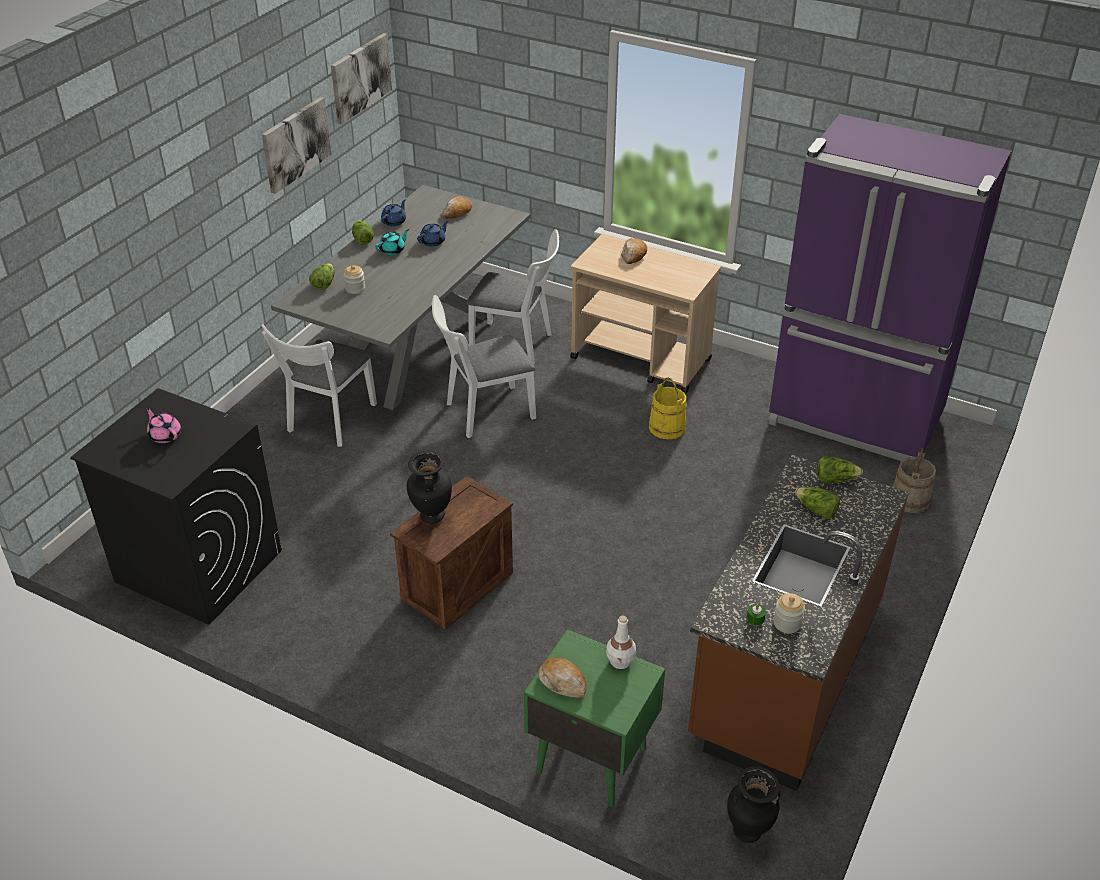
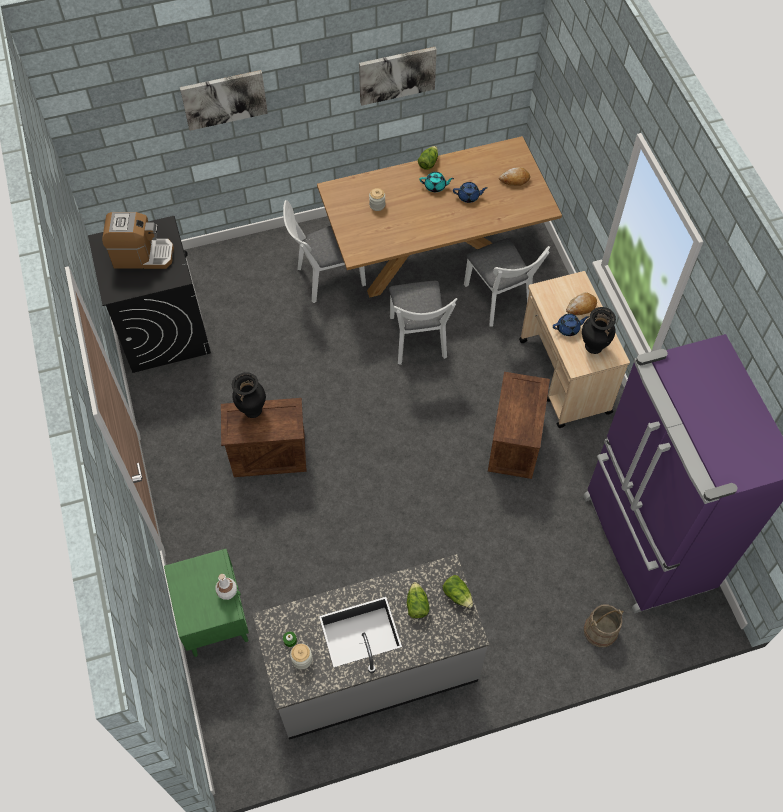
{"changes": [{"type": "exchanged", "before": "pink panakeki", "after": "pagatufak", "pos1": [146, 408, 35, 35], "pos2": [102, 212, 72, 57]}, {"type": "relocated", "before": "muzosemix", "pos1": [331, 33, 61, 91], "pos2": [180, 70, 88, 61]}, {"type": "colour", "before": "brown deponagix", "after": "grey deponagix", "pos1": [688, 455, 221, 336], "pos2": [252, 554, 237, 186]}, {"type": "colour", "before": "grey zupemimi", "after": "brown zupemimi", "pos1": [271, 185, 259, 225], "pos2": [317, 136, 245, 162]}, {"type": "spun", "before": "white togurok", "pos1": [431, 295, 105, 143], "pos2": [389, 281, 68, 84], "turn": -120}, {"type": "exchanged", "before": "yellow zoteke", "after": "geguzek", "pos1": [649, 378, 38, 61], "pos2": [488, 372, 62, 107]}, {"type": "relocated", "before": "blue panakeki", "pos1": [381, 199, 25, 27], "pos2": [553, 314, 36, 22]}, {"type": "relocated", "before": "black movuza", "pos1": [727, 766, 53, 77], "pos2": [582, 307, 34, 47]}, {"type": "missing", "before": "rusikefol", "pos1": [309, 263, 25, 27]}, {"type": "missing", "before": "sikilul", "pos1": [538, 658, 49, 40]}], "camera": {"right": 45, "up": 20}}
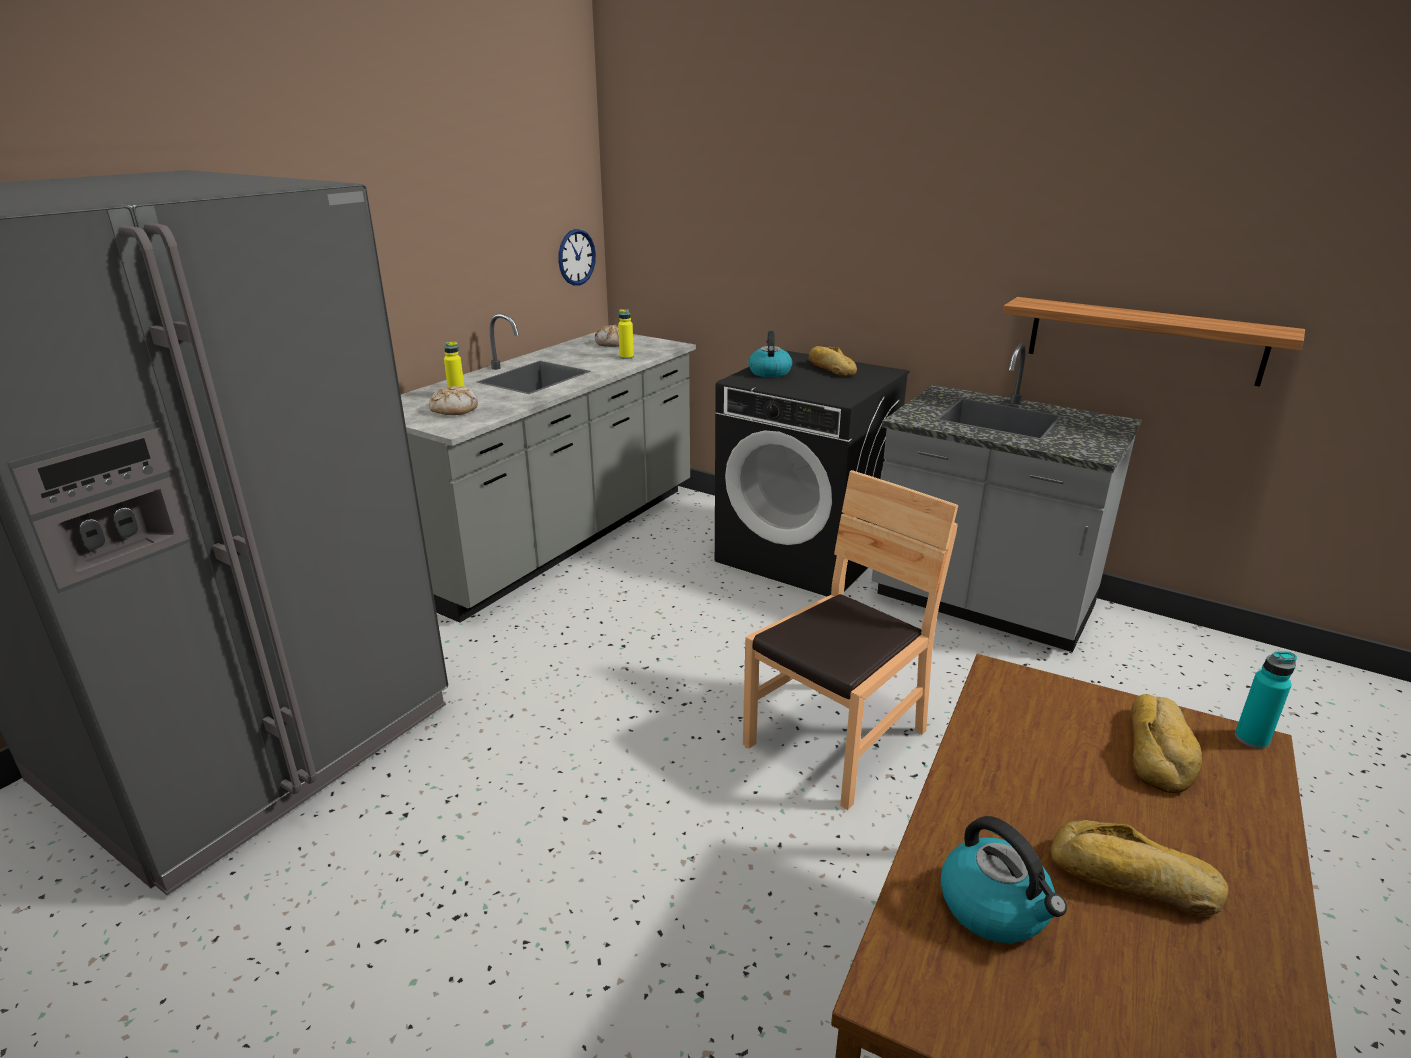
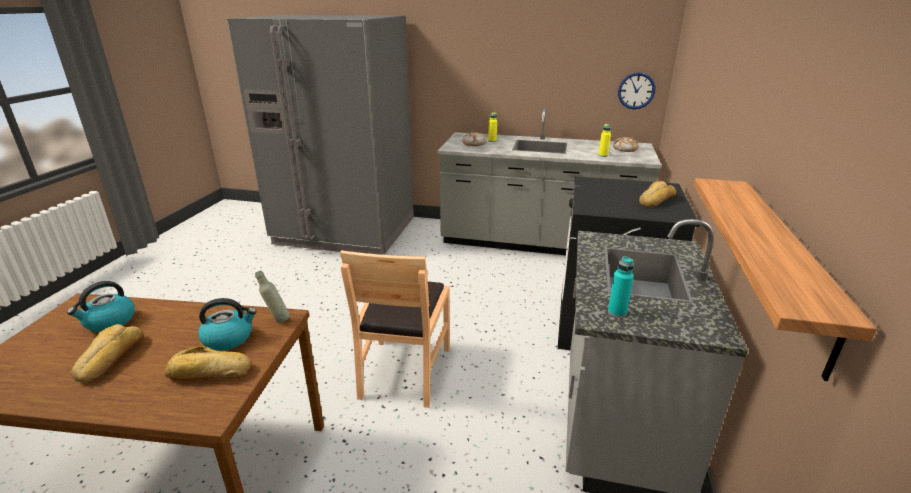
{"changes": [{"type": "relocated", "before": "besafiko", "pos1": [748, 331, 44, 47], "pos2": [198, 298, 59, 53]}, {"type": "appeared", "after": "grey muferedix", "pos2": [255, 271, 35, 52]}, {"type": "spun", "before": "brown togurok", "pos1": [743, 470, 215, 340], "pos2": [340, 250, 110, 158], "turn": 75}, {"type": "relocated", "before": "turquoise muferedix", "pos1": [1235, 651, 62, 98], "pos2": [608, 256, 26, 61]}], "camera": {"right": 70, "up": 0}}
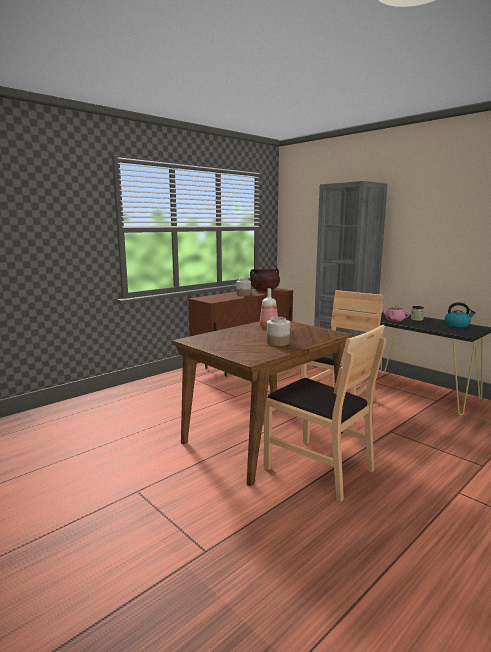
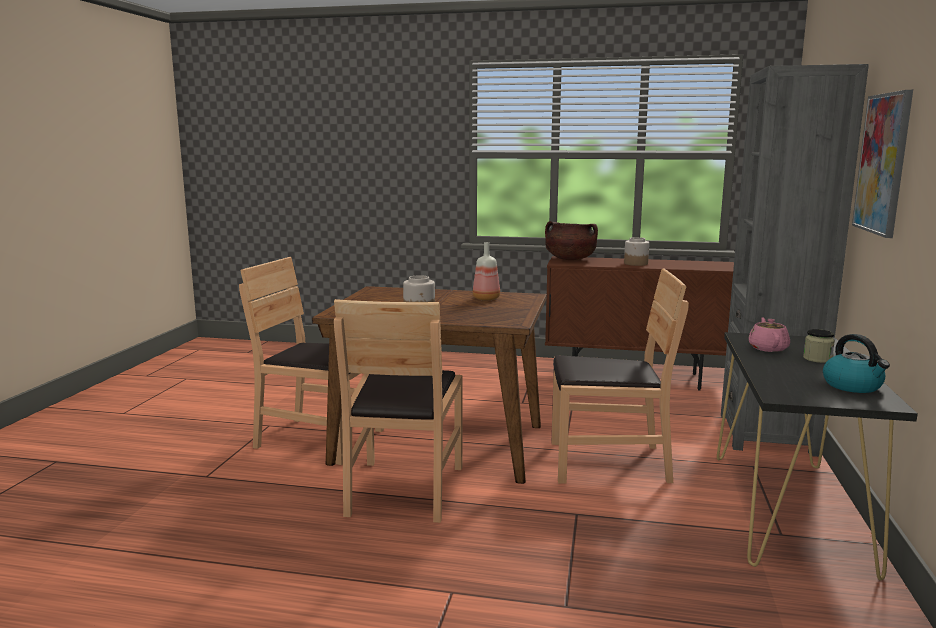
{"changes": [{"type": "appeared", "after": "brown togurok", "pos2": [239, 257, 145, 208]}, {"type": "relocated", "before": "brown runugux", "pos1": [250, 268, 30, 23], "pos2": [545, 221, 53, 39]}, {"type": "appeared", "after": "muzosemix", "pos2": [852, 90, 61, 148]}], "camera": {"right": 55, "up": 0}}
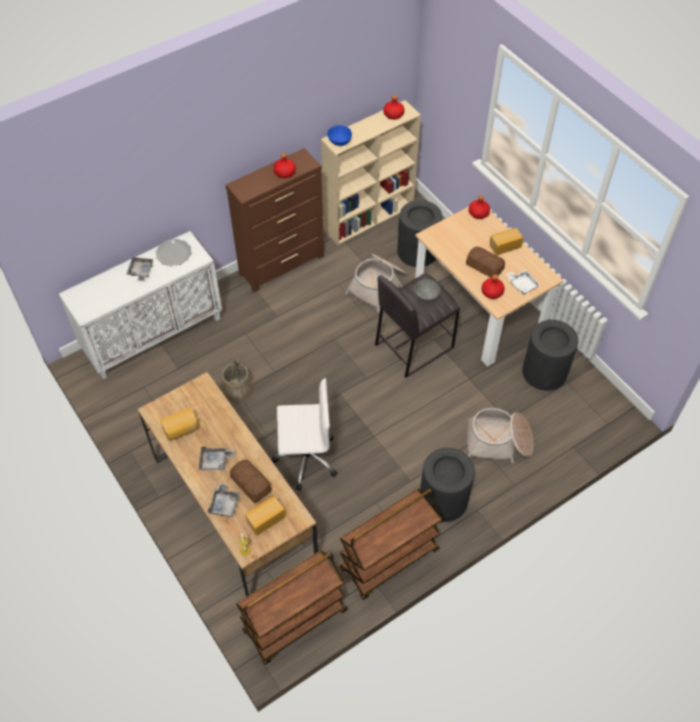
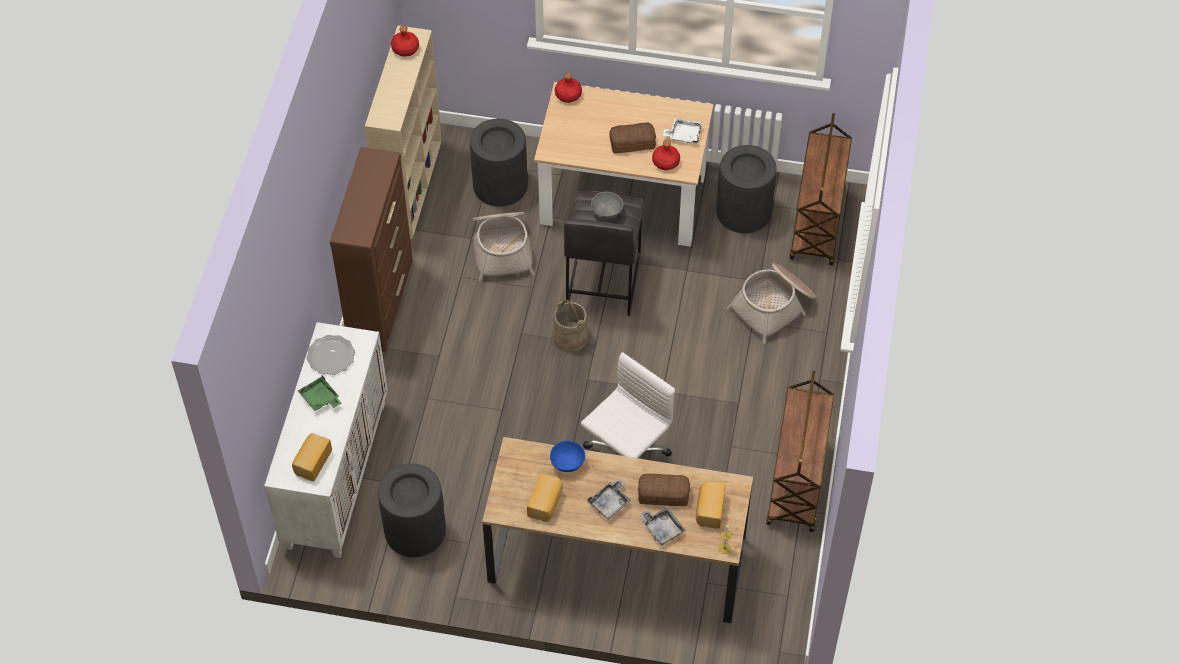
{"changes": [{"type": "relocated", "before": "sikilul", "pos1": [490, 228, 33, 27], "pos2": [292, 433, 40, 48]}, {"type": "colour", "before": "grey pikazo", "after": "green pikazo", "pos1": [127, 257, 26, 24], "pos2": [298, 375, 43, 36]}, {"type": "relocated", "before": "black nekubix", "pos1": [420, 448, 55, 74], "pos2": [378, 463, 68, 94]}, {"type": "relocated", "before": "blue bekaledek", "pos1": [327, 125, 25, 21], "pos2": [550, 440, 35, 32]}, {"type": "relocated", "before": "beige zoteke", "pos1": [222, 360, 30, 43], "pos2": [552, 300, 37, 52]}, {"type": "relocated", "before": "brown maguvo", "pos1": [236, 550, 112, 115], "pos2": [790, 113, 62, 152]}, {"type": "missing", "before": "red muferedix", "pos1": [273, 153, 23, 25]}], "camera": {"right": -45, "up": 0}}
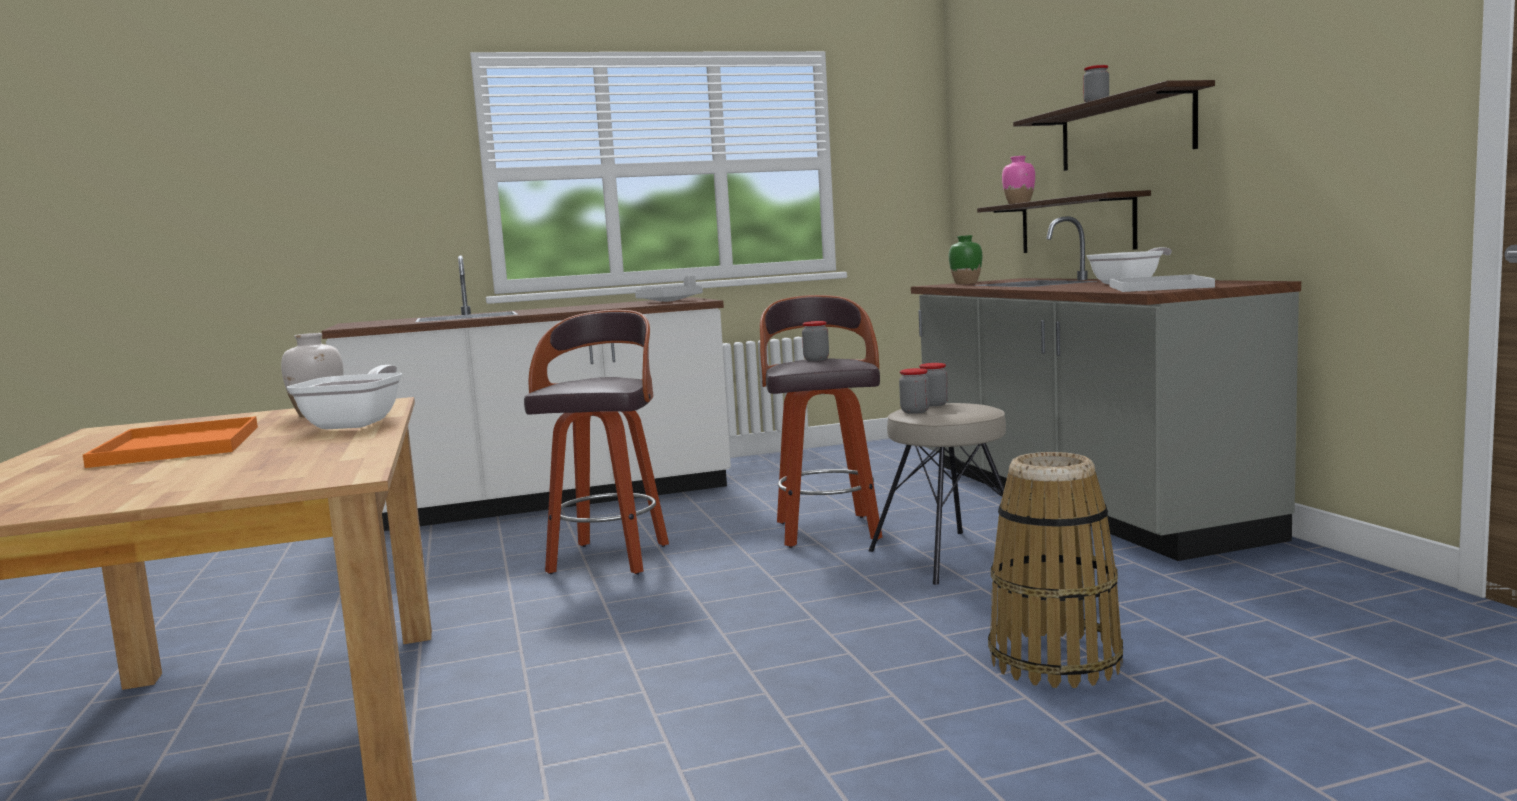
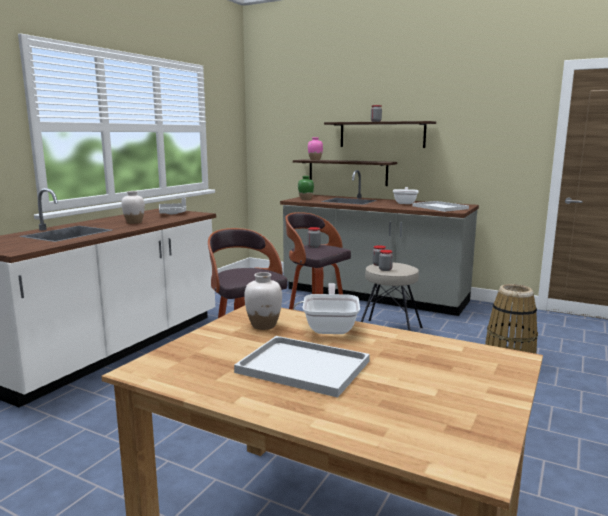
{"changes": [{"type": "appeared", "after": "white movuza", "pos2": [121, 191, 24, 33]}, {"type": "colour", "before": "orange pikazo", "after": "white pikazo", "pos1": [83, 416, 175, 52], "pos2": [234, 336, 136, 62]}, {"type": "spun", "before": "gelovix", "pos1": [287, 365, 115, 64], "pos2": [302, 283, 58, 51], "turn": 45}], "camera": {"right": -45, "up": 5}}
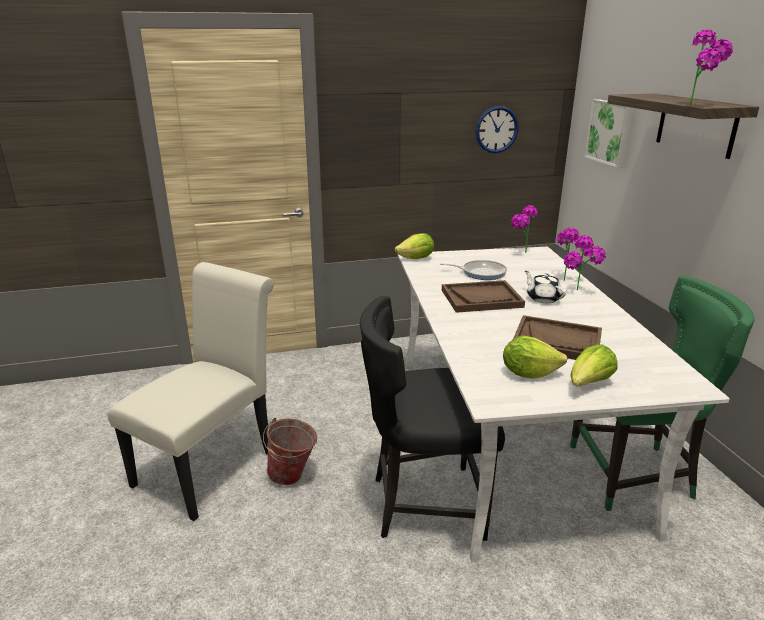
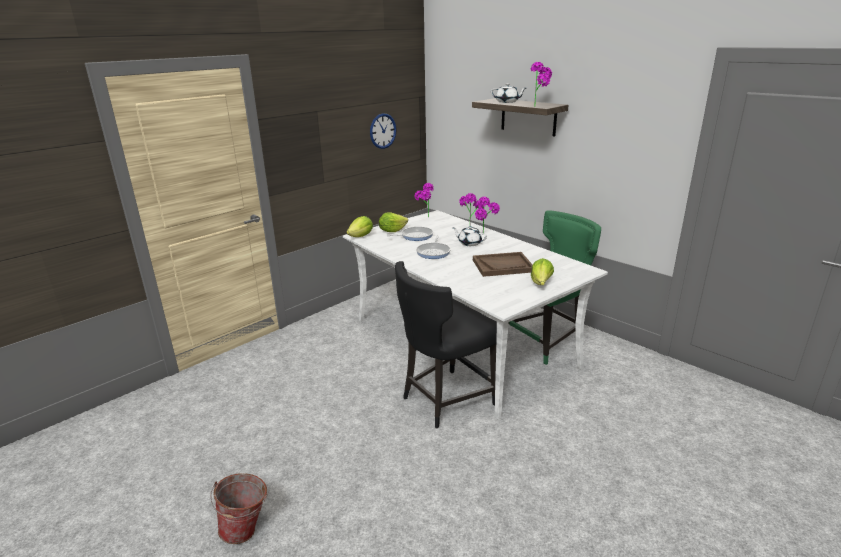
{"changes": [{"type": "relocated", "before": "zoteke", "pos1": [263, 418, 54, 67], "pos2": [210, 473, 58, 71]}, {"type": "relocated", "before": "rusikefol", "pos1": [503, 336, 64, 43], "pos2": [379, 212, 29, 20]}, {"type": "exchanged", "before": "brown pikazo", "after": "gelovix", "pos1": [442, 280, 83, 33], "pos2": [416, 235, 35, 24]}, {"type": "appeared", "after": "white panakeki", "pos2": [491, 83, 35, 20]}, {"type": "missing", "before": "white togurok", "pos1": [107, 262, 167, 259]}, {"type": "missing", "before": "muzosemix", "pos1": [584, 99, 50, 69]}], "camera": {"right": -30, "up": 0}}
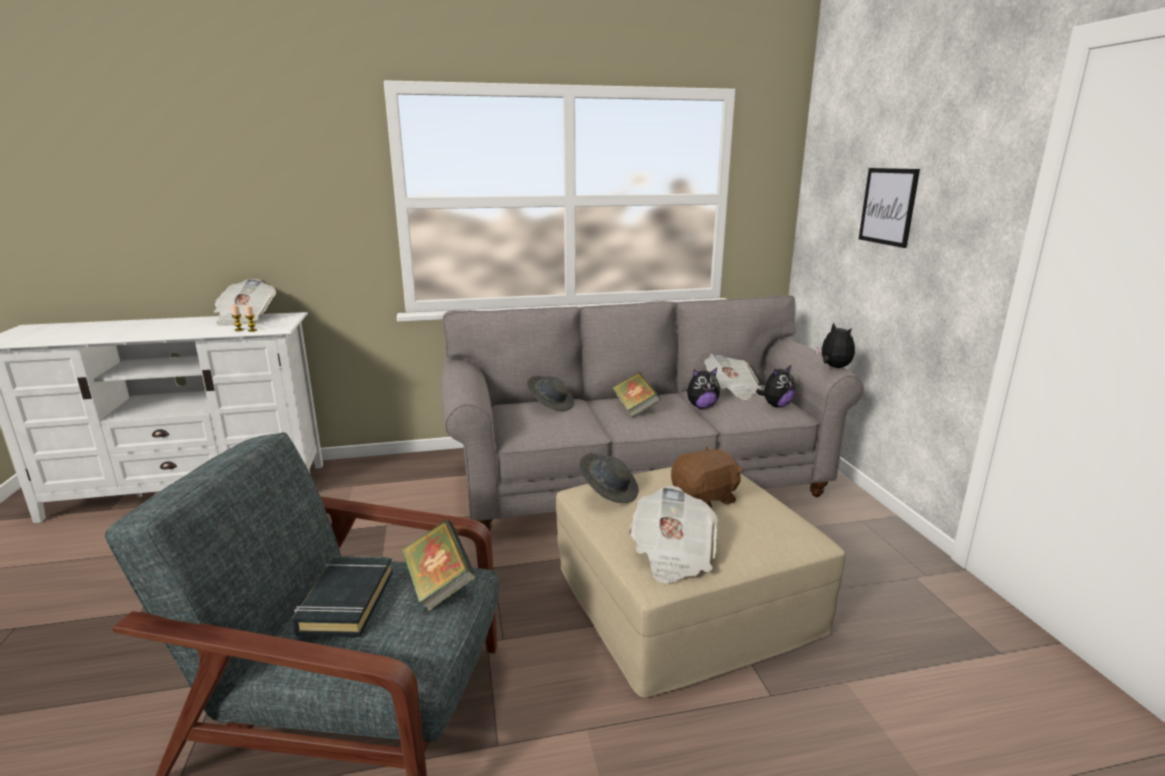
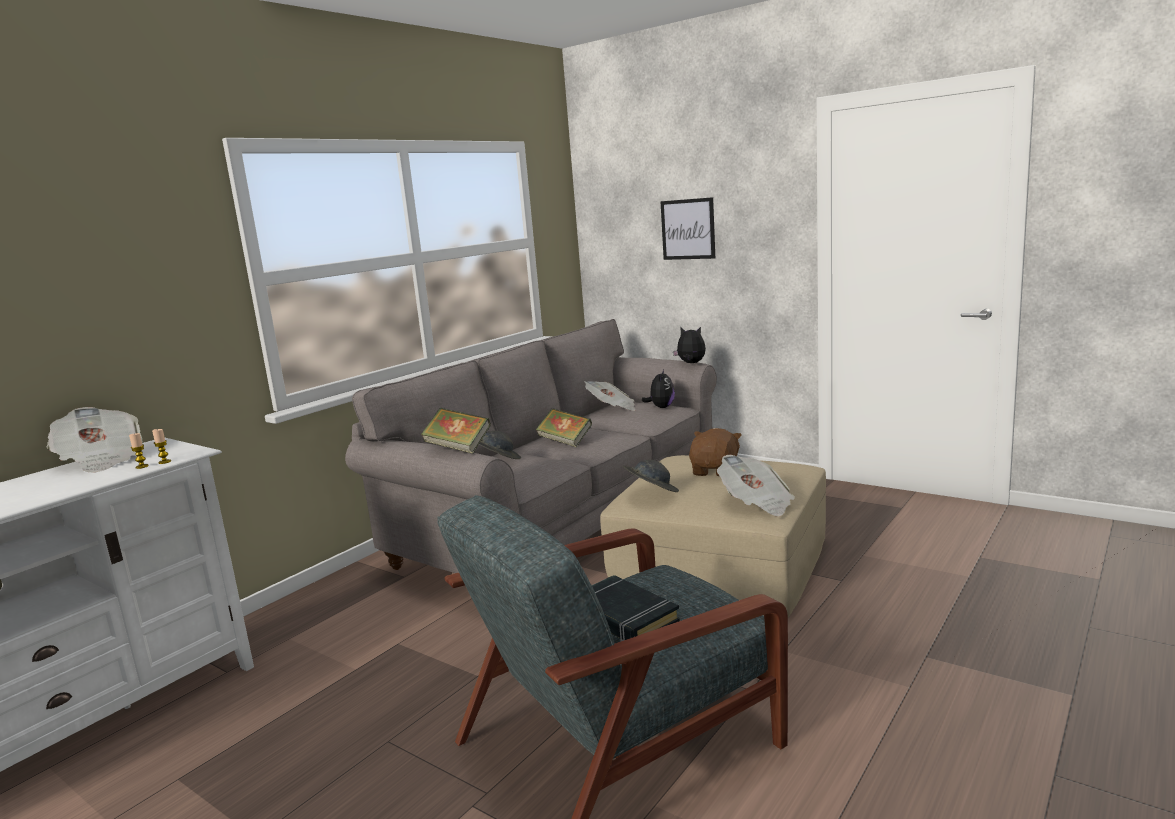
{"changes": [{"type": "relocated", "before": "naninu", "pos1": [402, 520, 74, 91], "pos2": [421, 408, 70, 46]}, {"type": "missing", "before": "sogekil", "pos1": [686, 368, 34, 41]}], "camera": {"right": -40, "up": -5}}
